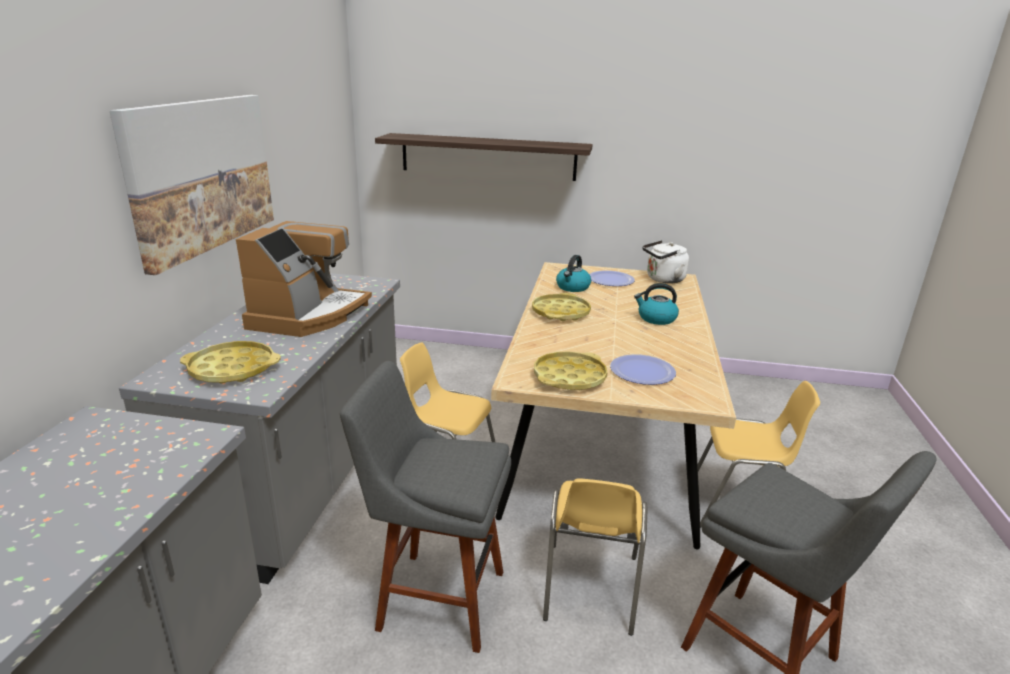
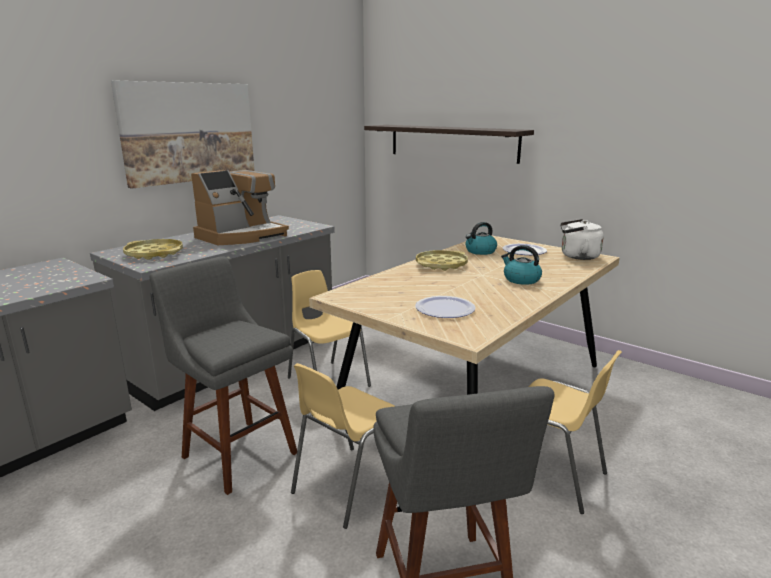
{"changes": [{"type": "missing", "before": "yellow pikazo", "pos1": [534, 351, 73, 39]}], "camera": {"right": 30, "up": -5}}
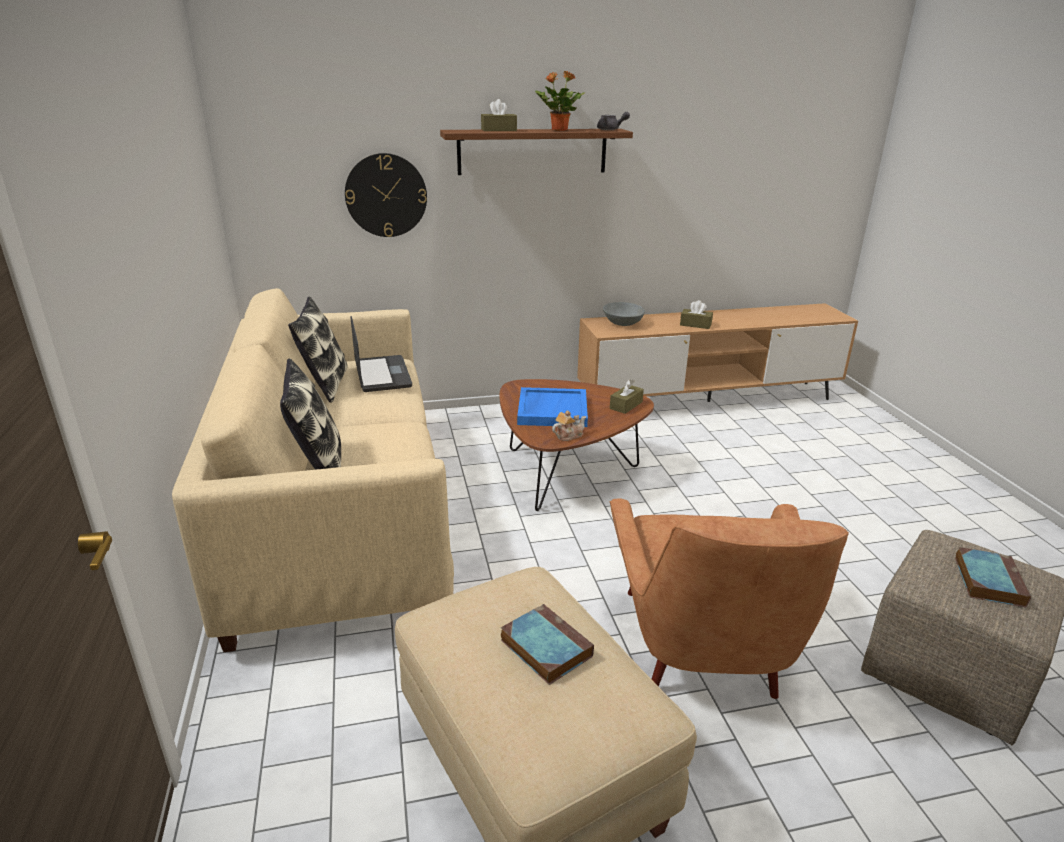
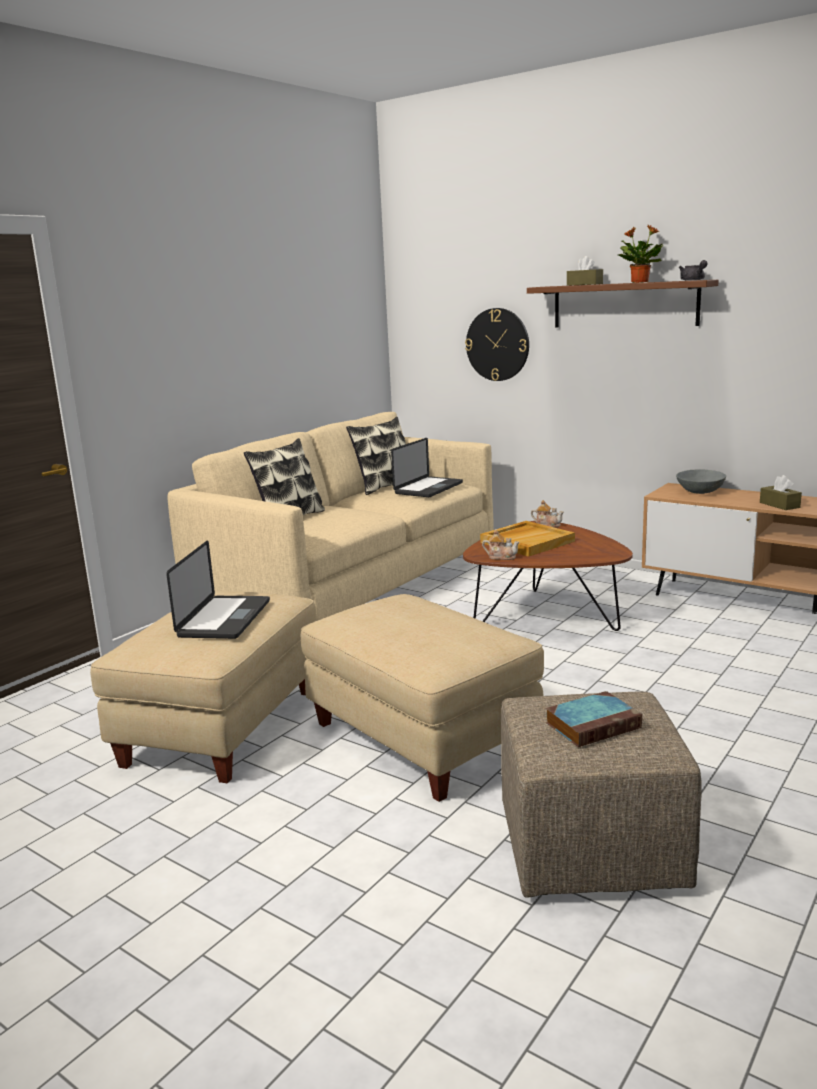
{"changes": [{"type": "exchanged", "before": "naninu", "after": "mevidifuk", "pos1": [501, 604, 93, 81], "pos2": [166, 540, 104, 99]}, {"type": "exchanged", "before": "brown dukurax", "after": "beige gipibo", "pos1": [610, 498, 239, 201], "pos2": [301, 594, 243, 208]}, {"type": "colour", "before": "blue pikazo", "after": "beige pikazo", "pos1": [517, 387, 71, 40], "pos2": [480, 521, 95, 36]}, {"type": "appeared", "after": "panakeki", "pos2": [531, 500, 33, 27]}, {"type": "missing", "before": "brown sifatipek", "pos1": [610, 379, 34, 35]}], "camera": {"right": 50, "up": -10}}
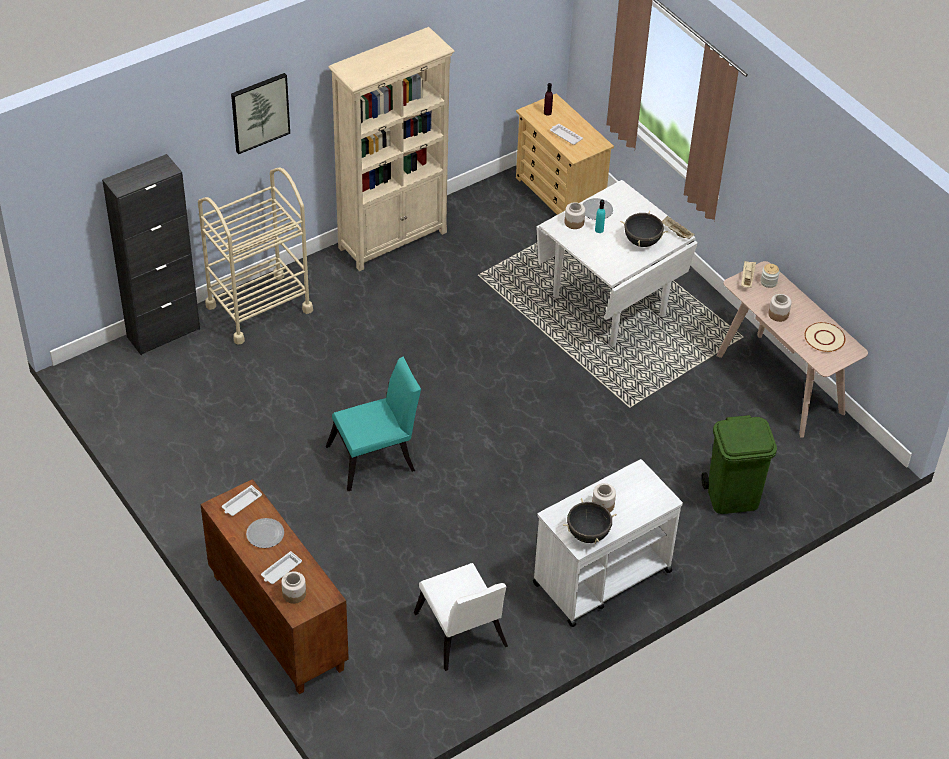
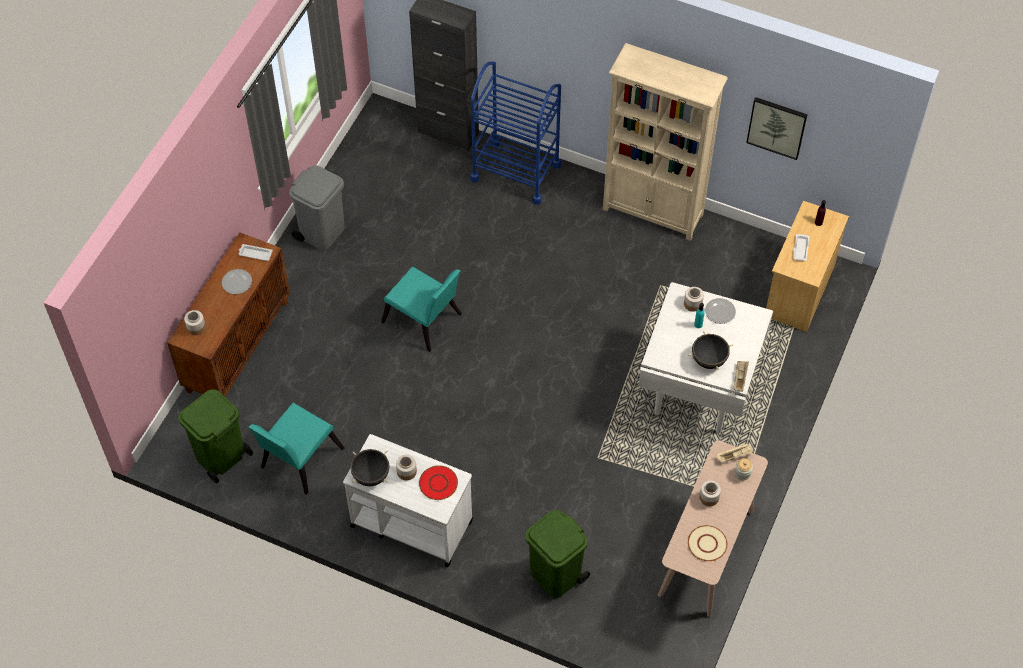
{"changes": [{"type": "appeared", "after": "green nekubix", "pos2": [178, 389, 75, 94]}, {"type": "colour", "before": "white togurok", "after": "turquoise togurok", "pos1": [414, 563, 94, 108], "pos2": [249, 403, 96, 92]}, {"type": "appeared", "after": "grey nekubix", "pos2": [289, 165, 56, 85]}, {"type": "appeared", "after": "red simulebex", "pos2": [419, 465, 39, 35]}, {"type": "colour", "before": "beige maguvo", "after": "blue maguvo", "pos1": [198, 167, 115, 178], "pos2": [470, 61, 91, 144]}, {"type": "relocated", "before": "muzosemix", "pos1": [231, 73, 59, 81], "pos2": [746, 97, 61, 63]}, {"type": "missing", "before": "white pikazo", "pos1": [261, 551, 41, 33]}], "camera": {"right": 60, "up": 10}}
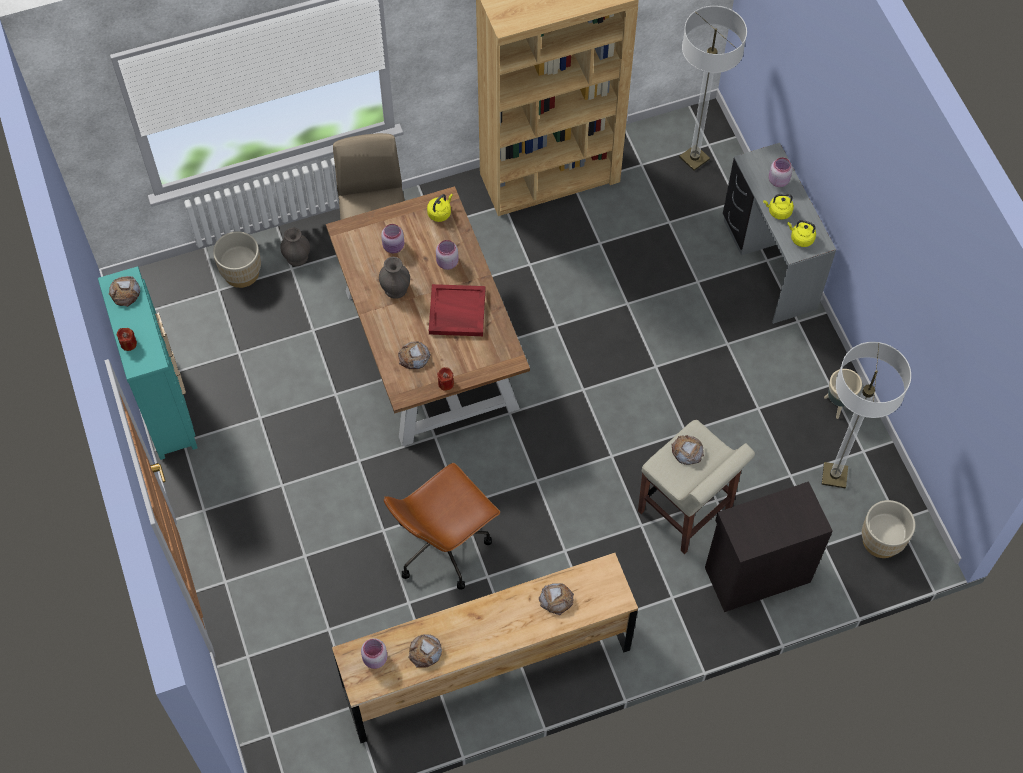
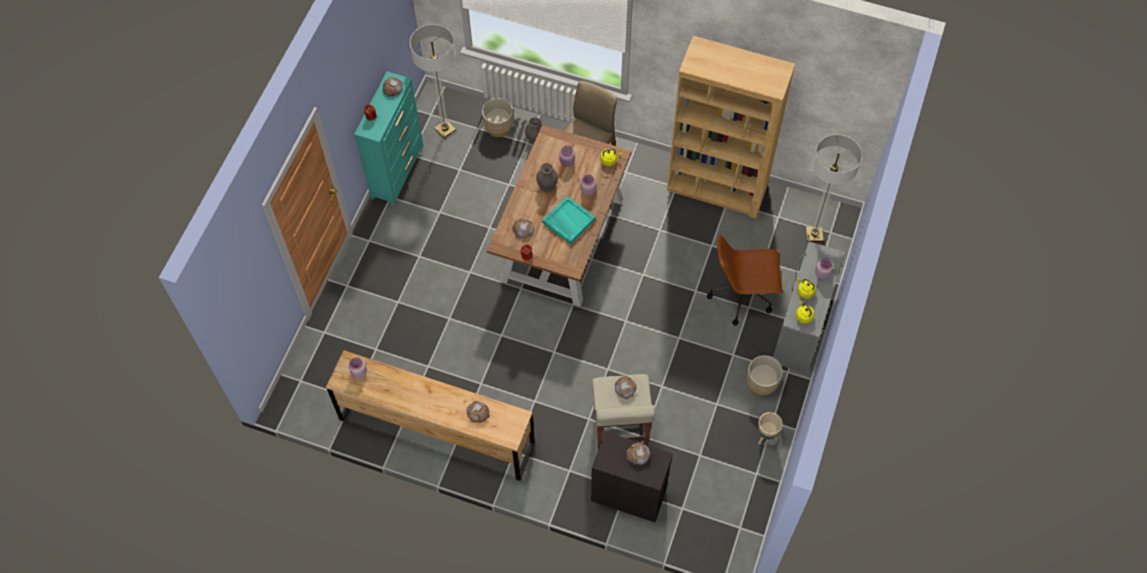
{"changes": [{"type": "relocated", "before": "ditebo", "pos1": [822, 342, 89, 146], "pos2": [410, 24, 46, 114]}, {"type": "colour", "before": "red pikazo", "after": "turquoise pikazo", "pos1": [429, 284, 56, 52], "pos2": [542, 196, 53, 48]}, {"type": "relocated", "before": "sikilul", "pos1": [408, 634, 34, 34], "pos2": [626, 443, 25, 22]}, {"type": "relocated", "before": "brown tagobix", "pos1": [384, 463, 116, 127], "pos2": [707, 235, 76, 90]}, {"type": "relocated", "before": "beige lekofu", "pos1": [862, 500, 53, 58], "pos2": [747, 355, 36, 41]}], "camera": {"right": 40, "up": 0}}
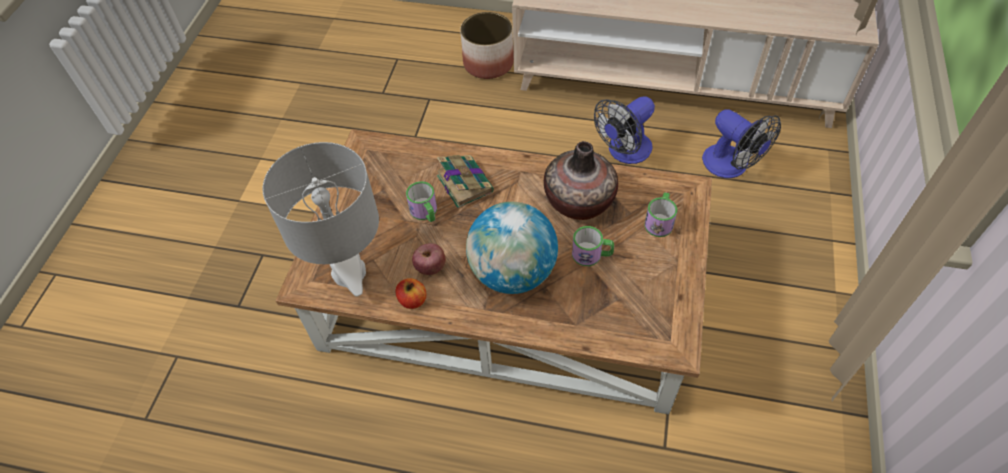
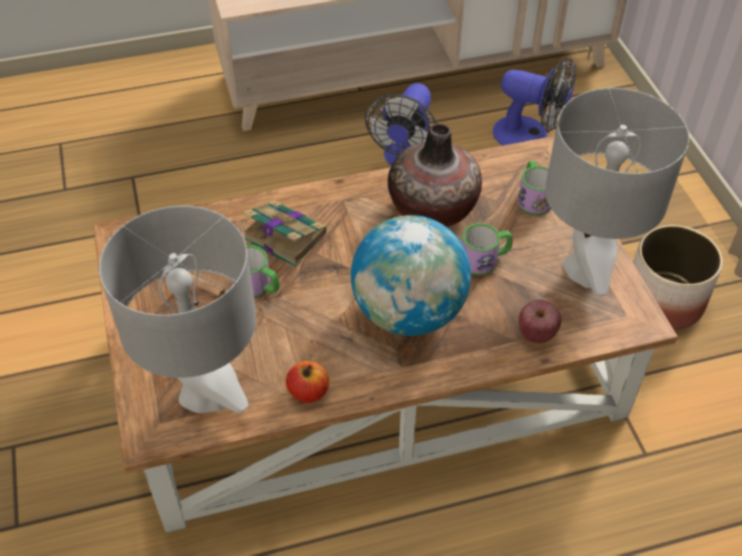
{"changes": [{"type": "relocated", "before": "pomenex", "pos1": [412, 243, 34, 32], "pos2": [518, 300, 43, 43]}, {"type": "appeared", "after": "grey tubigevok", "pos2": [545, 88, 144, 208]}, {"type": "relocated", "before": "lekofu", "pos1": [460, 12, 54, 67], "pos2": [633, 225, 90, 105]}], "camera": {"right": -30, "up": -5}}
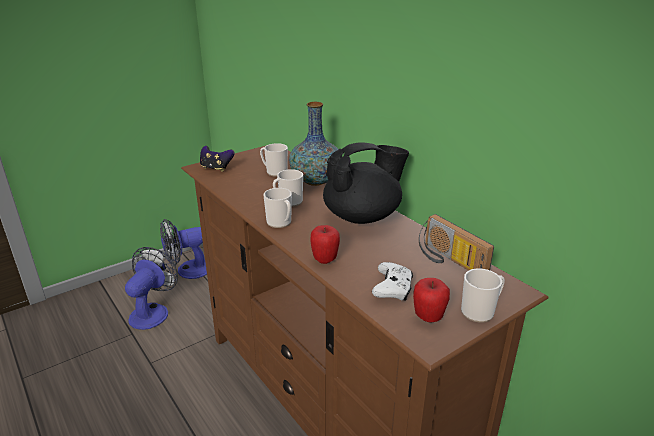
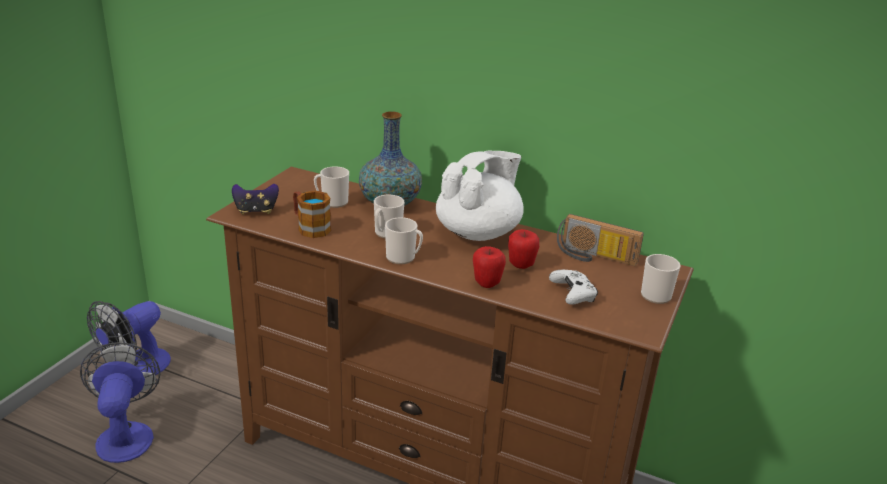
{"changes": [{"type": "appeared", "after": "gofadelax", "pos2": [293, 190, 38, 48]}, {"type": "colour", "before": "black panakeki", "after": "white panakeki", "pos1": [323, 143, 86, 81], "pos2": [436, 151, 88, 90]}, {"type": "relocated", "before": "pomenex", "pos1": [413, 278, 37, 45], "pos2": [508, 229, 31, 40]}], "camera": {"right": -30, "up": 0}}
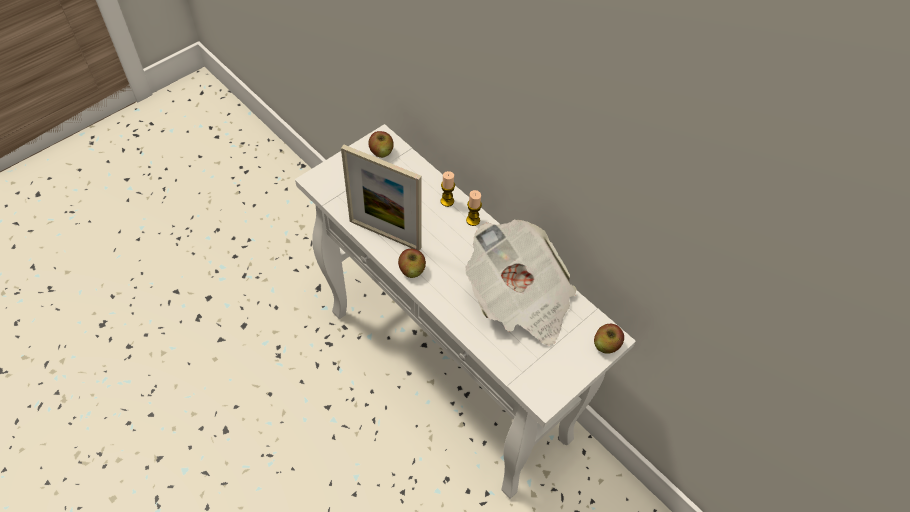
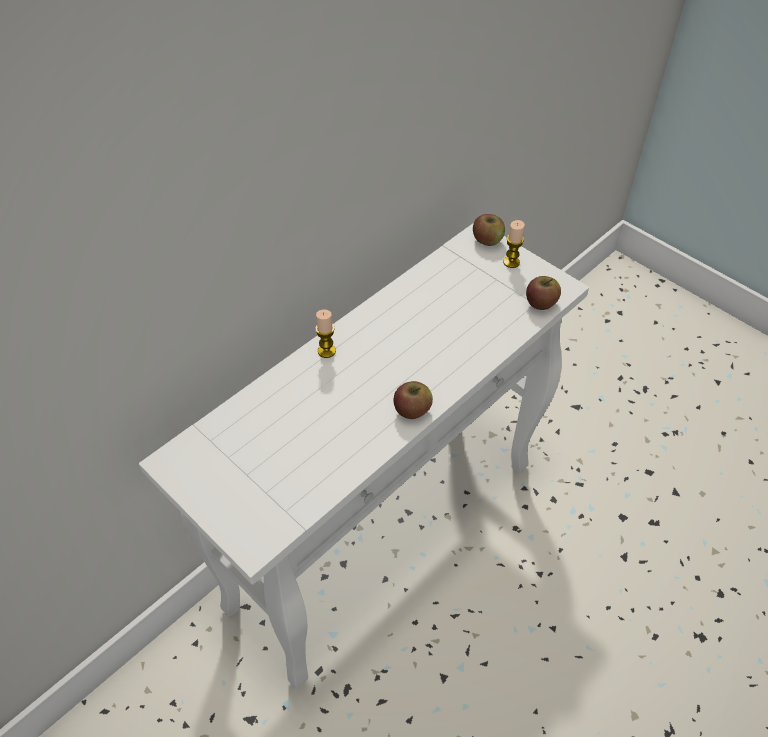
{"changes": [{"type": "relocated", "before": "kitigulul", "pos1": [441, 171, 14, 36], "pos2": [503, 220, 22, 48]}, {"type": "relocated", "before": "pomenex", "pos1": [369, 131, 25, 27], "pos2": [526, 276, 35, 34]}, {"type": "missing", "before": "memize", "pos1": [341, 145, 81, 106]}, {"type": "missing", "before": "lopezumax", "pos1": [465, 220, 112, 125]}], "camera": {"right": -90, "up": -5}}
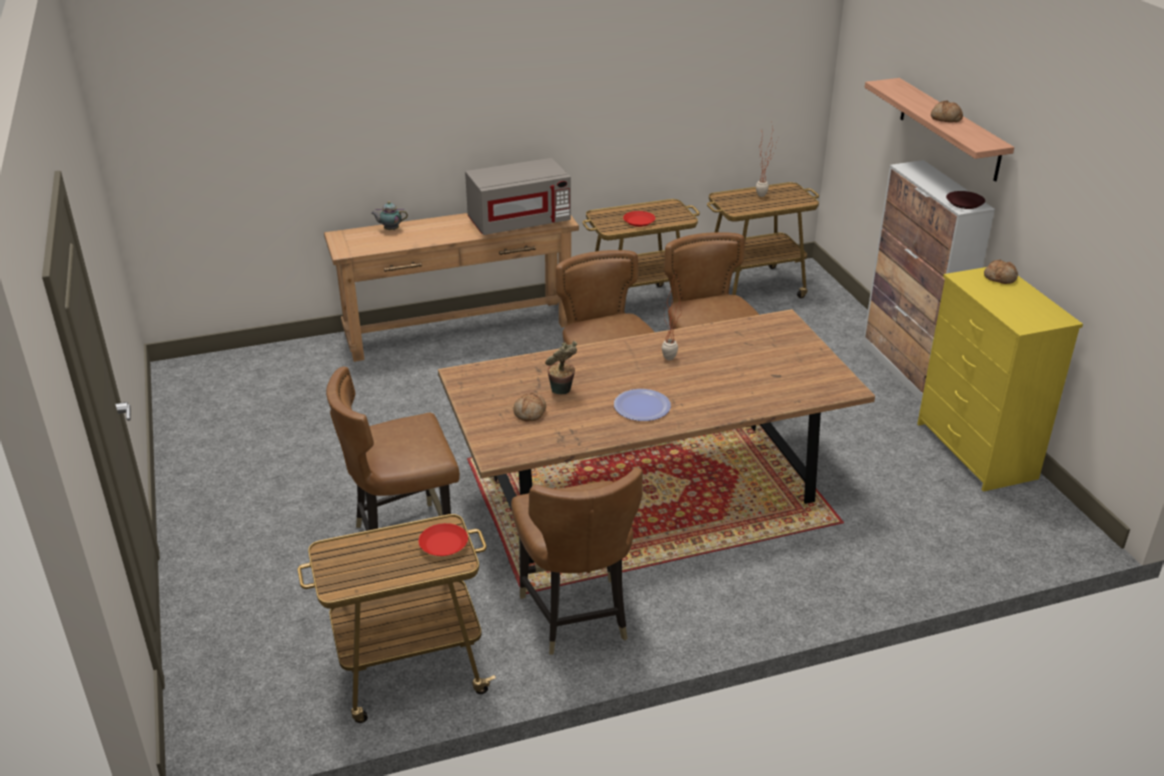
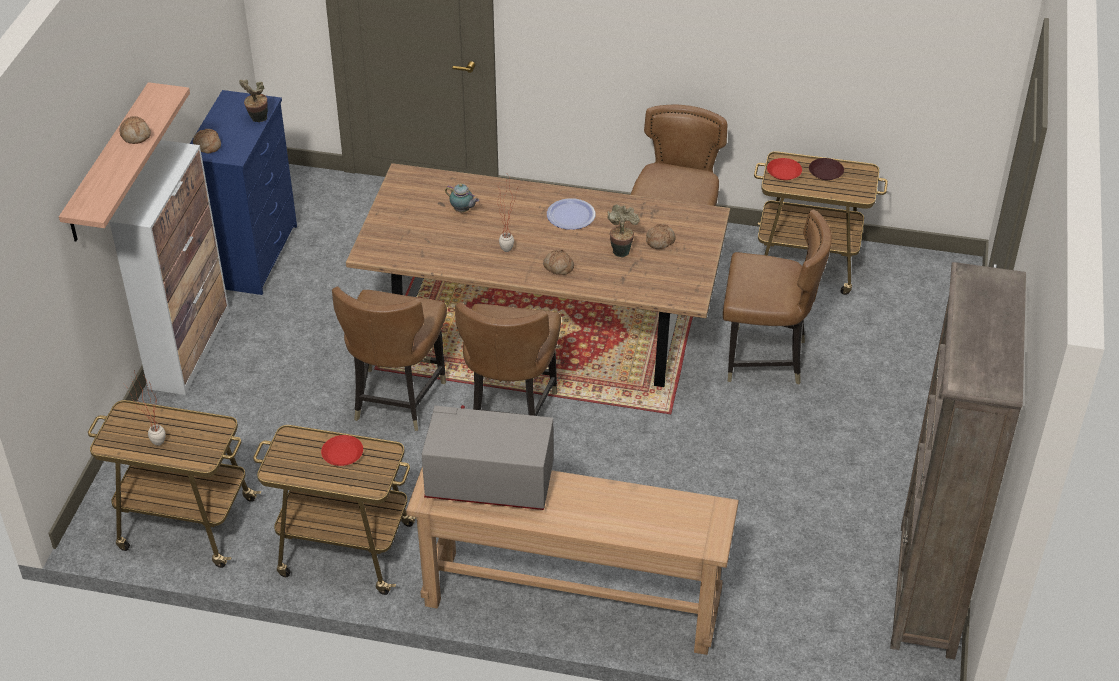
{"changes": [{"type": "colour", "before": "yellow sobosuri", "after": "blue sobosuri", "pos1": [917, 267, 166, 225], "pos2": [190, 90, 107, 205]}, {"type": "appeared", "after": "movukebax", "pos2": [239, 80, 29, 42]}, {"type": "relocated", "before": "panakeki", "pos1": [371, 201, 37, 29], "pos2": [445, 183, 34, 29]}, {"type": "appeared", "after": "sikilul", "pos2": [543, 249, 31, 26]}, {"type": "relocated", "before": "brown simulebex", "pos1": [946, 191, 39, 18], "pos2": [809, 158, 35, 22]}, {"type": "appeared", "after": "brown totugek", "pos2": [890, 262, 136, 398]}], "camera": {"right": -150, "up": 10}}
